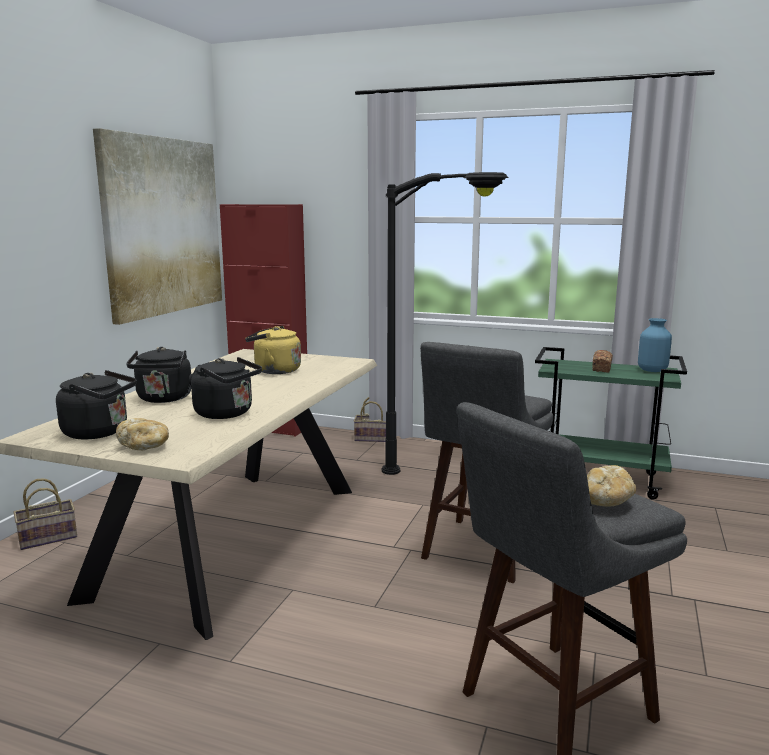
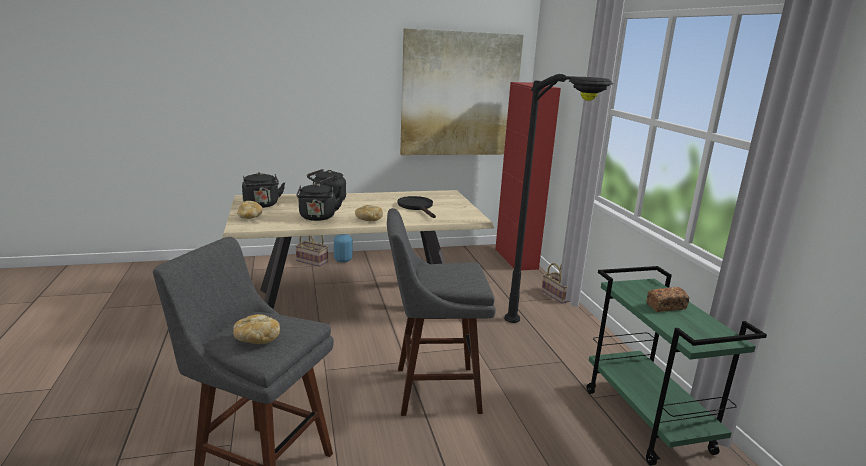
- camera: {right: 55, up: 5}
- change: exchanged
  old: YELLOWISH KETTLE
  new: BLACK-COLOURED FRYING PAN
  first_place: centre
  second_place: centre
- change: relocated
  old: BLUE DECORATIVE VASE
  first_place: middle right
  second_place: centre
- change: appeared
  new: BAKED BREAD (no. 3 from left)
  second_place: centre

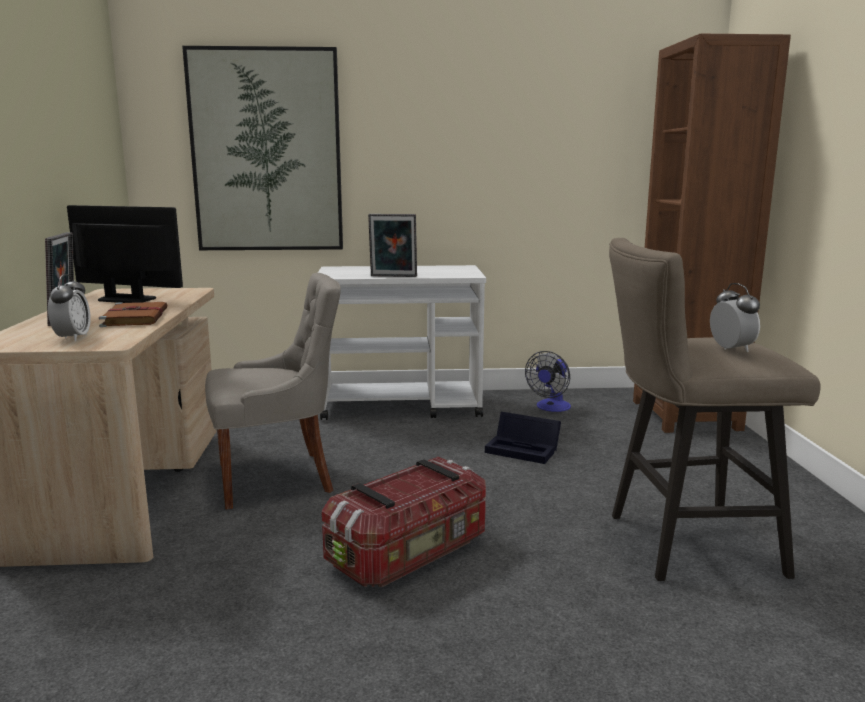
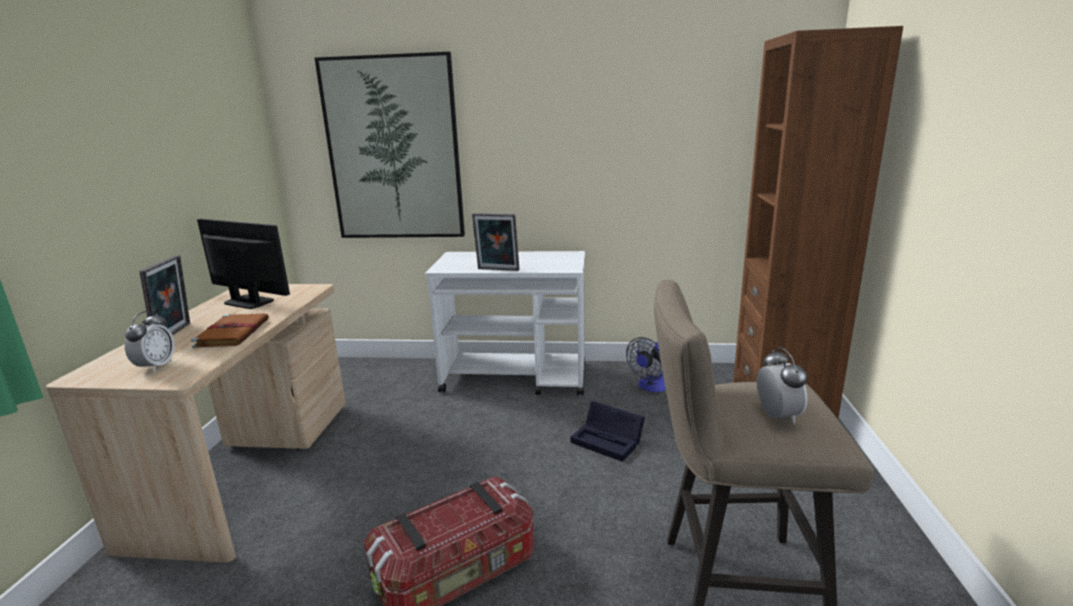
- camera: {right: 10, up: 5}
- change: missing
  old: GREY CHAIR
  first_place: middle left

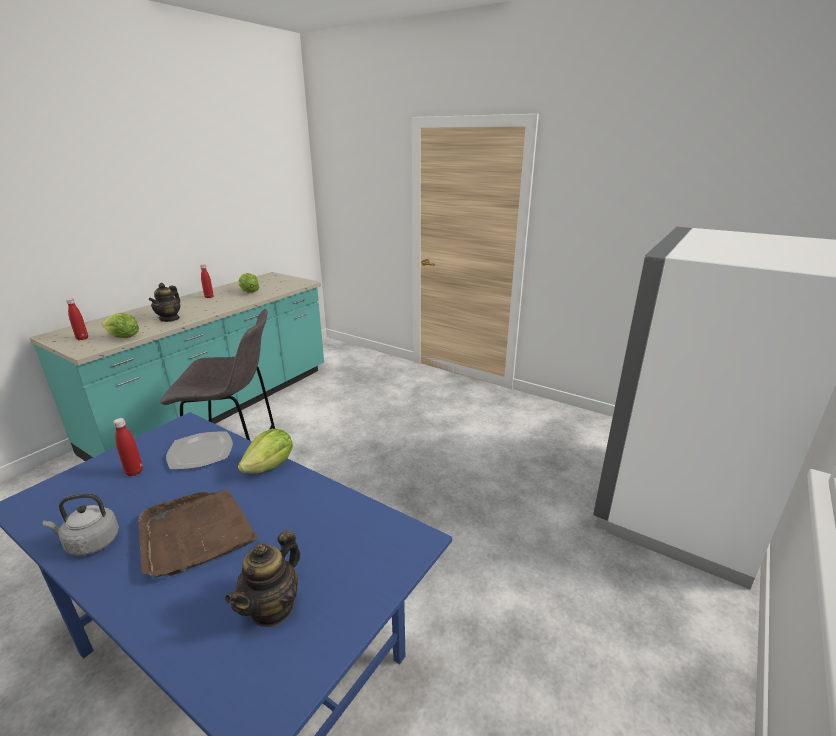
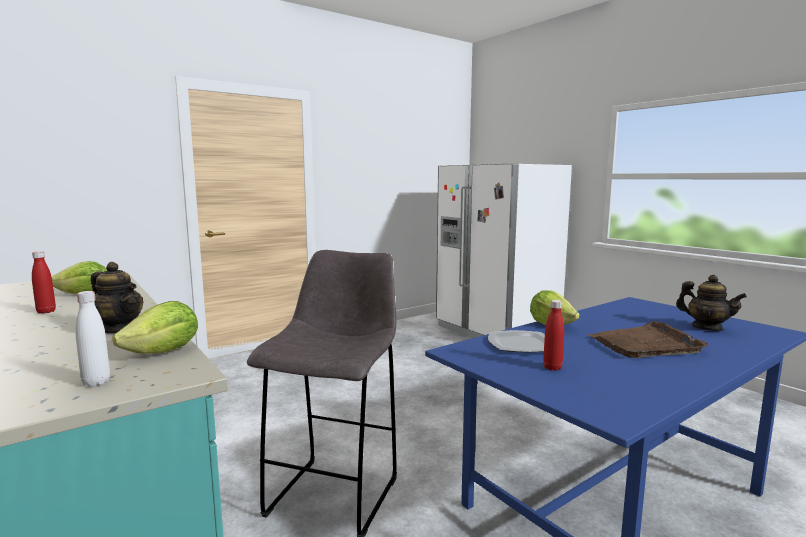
- camera: {right: -70, up: -15}
- change: missing
  old: GREY KETTLE
  first_place: bottom left
- change: colour
  old: REDDISH BEVERAGE BOTTLE (no. 1 from left)
  new: WHITE BEVERAGE BOTTLE
  first_place: middle left
  second_place: middle left

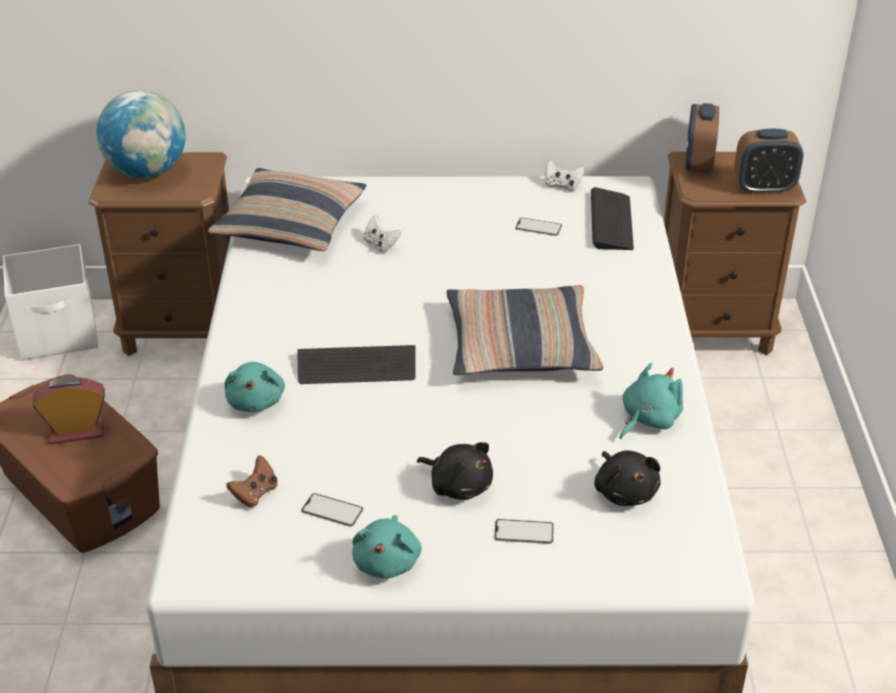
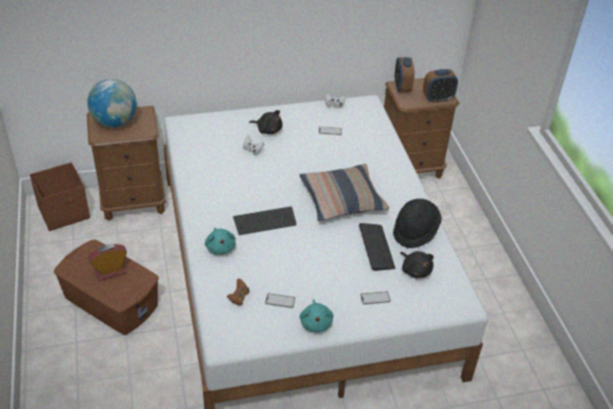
- camera: {right: -15, up: 5}
- change: colour
  old: WHITE STORAGE BOX
  new: BROWNISH STORAGE BOX (no. 1 from left)
  first_place: middle left
  second_place: middle left
- change: missing
  old: PILLOW (no. 1 from left)
  first_place: top left
- change: relocated
  old: BLACK-COLOURED SOFT TOY (no. 1 from left)
  first_place: bottom centre
  second_place: top centre
- change: relocated
  old: PC KEYBOARD (no. 2 from left)
  first_place: top right
  second_place: centre
- change: exchanged
  old: TURQUOISE SOFT TOY (no. 3 from left)
  new: BLACK-COLOURED CLOTHING HAT
  first_place: middle right
  second_place: middle right

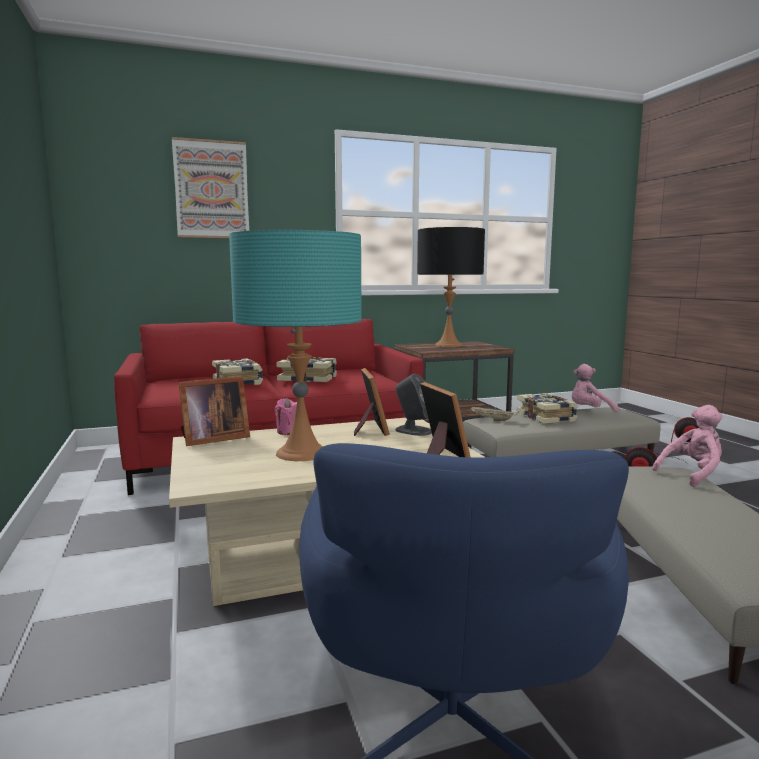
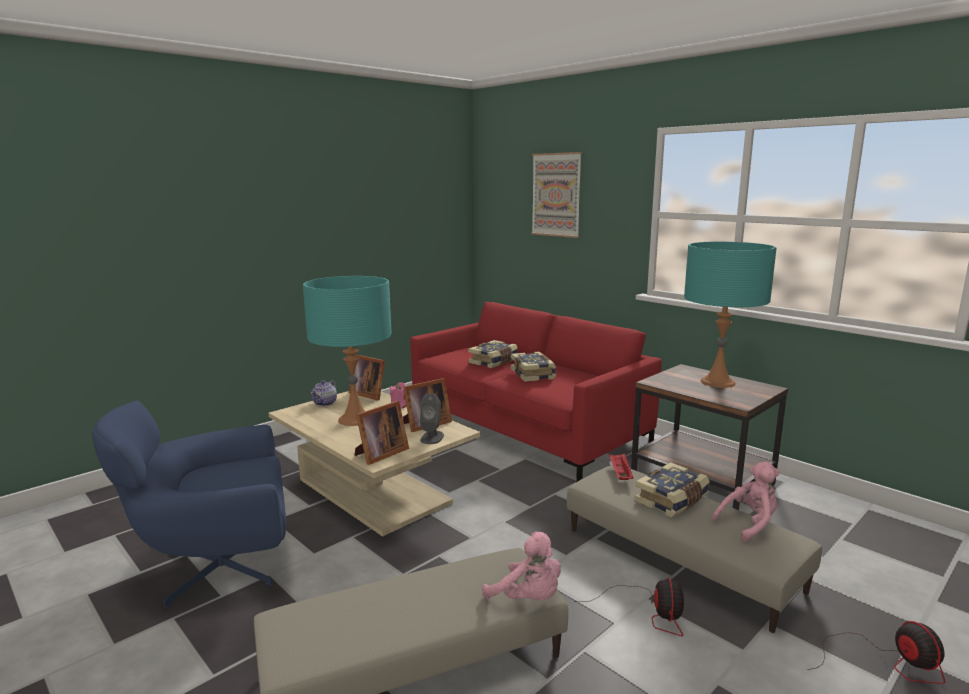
- camera: {right: 65, up: 5}
- change: colour
  old: BLACK-COLOURED TABLE LAMP
  new: TURQUOISE TABLE LAMP (no. 2 from left)
  first_place: centre
  second_place: middle right
- change: colour
  old: SAND-COLOURED CARRYING TRAY
  new: REDDISH CARRYING TRAY
  first_place: centre
  second_place: bottom centre
- change: spun
  old: PINK-COLOURED SOFT TOY (no. 1 from left in the first image)
  first_place: middle right
  second_place: bottom right
  degrees: 105
- change: appeared
  new: TEA POT
  second_place: centre

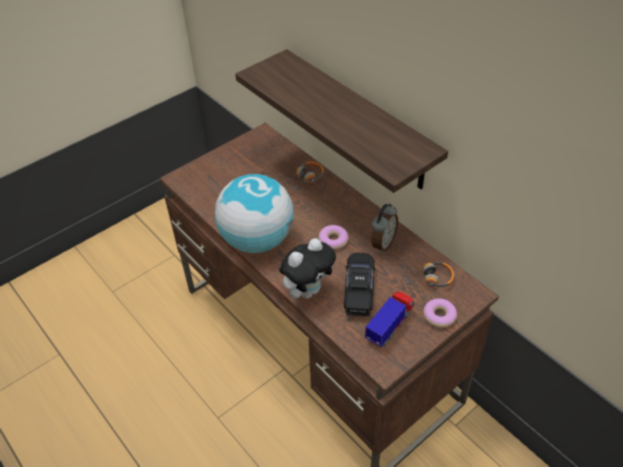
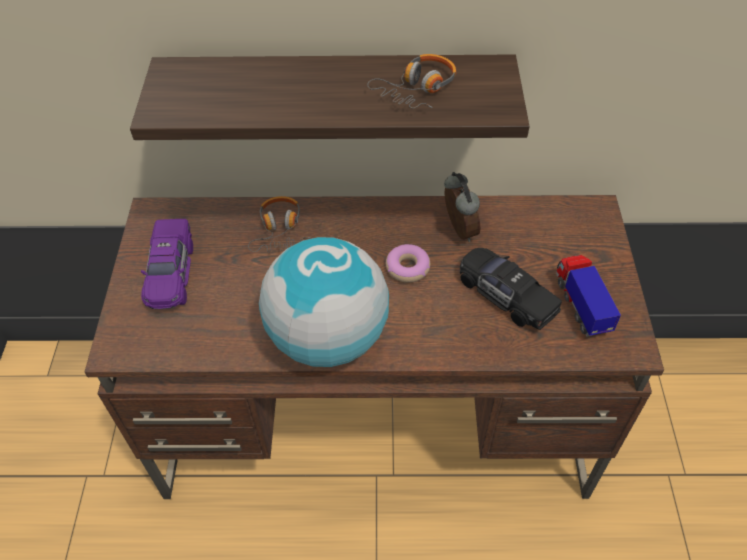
- camera: {right: -50, up: 5}
- change: missing
  old: SOFT TOY
  first_place: centre
- change: relocated
  old: HEADSET (no. 2 from left)
  first_place: middle right
  second_place: top centre
- change: missing
  old: DONUT (no. 2 from left)
  first_place: bottom right
- change: appeared
  new: PURPLISH TOY CAR
  second_place: middle left

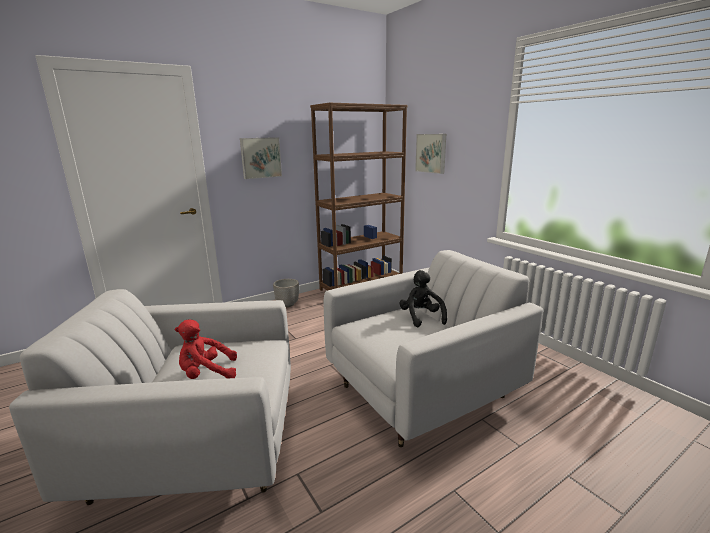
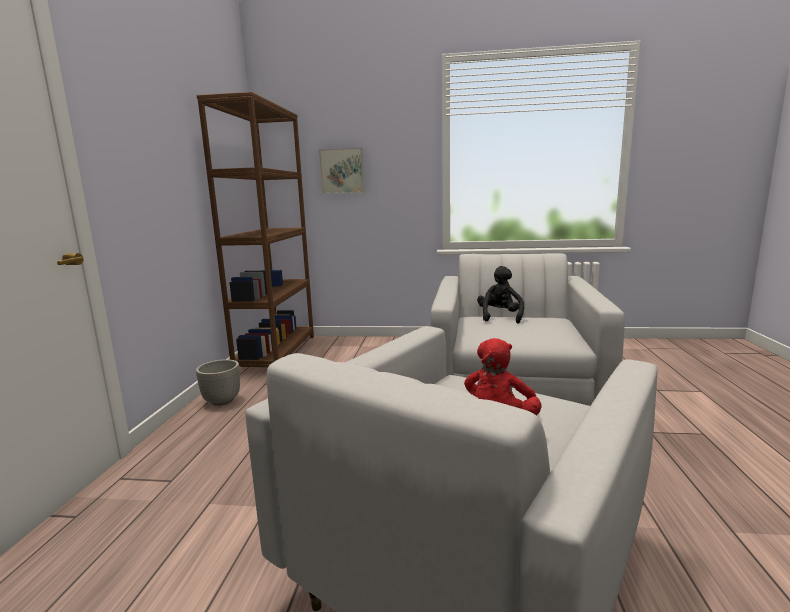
- camera: {right: -50, up: -5}
- change: missing
  old: PICTURE (no. 1 from left)
  first_place: top centre
- change: spun
  old: BLACK-COLOURED SOFT TOY
  first_place: centre
  second_place: centre
  degrees: 75

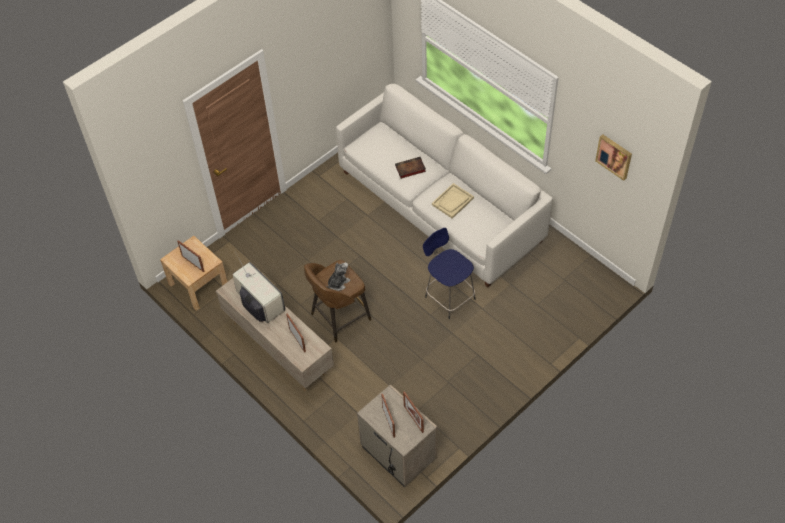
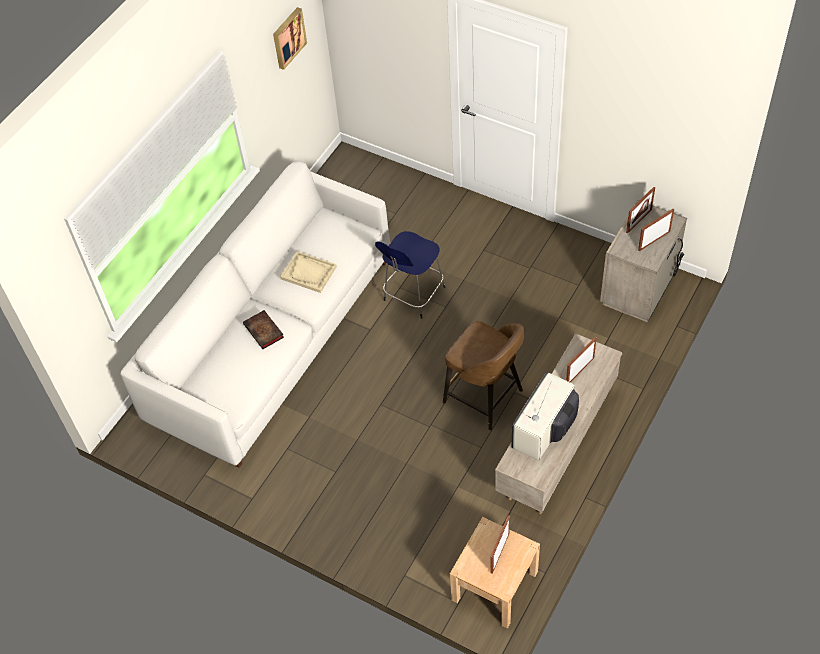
- camera: {right: -105, up: 0}
- change: missing
  old: SOFT TOY
  first_place: centre

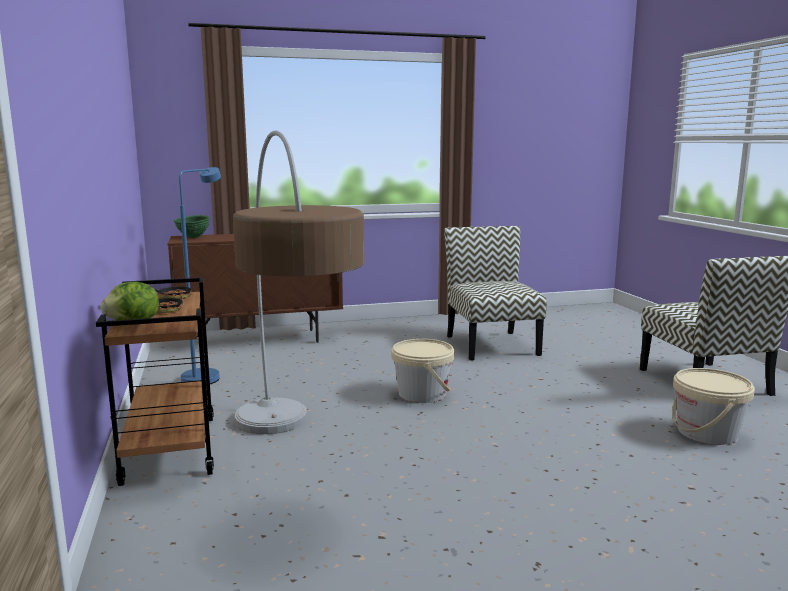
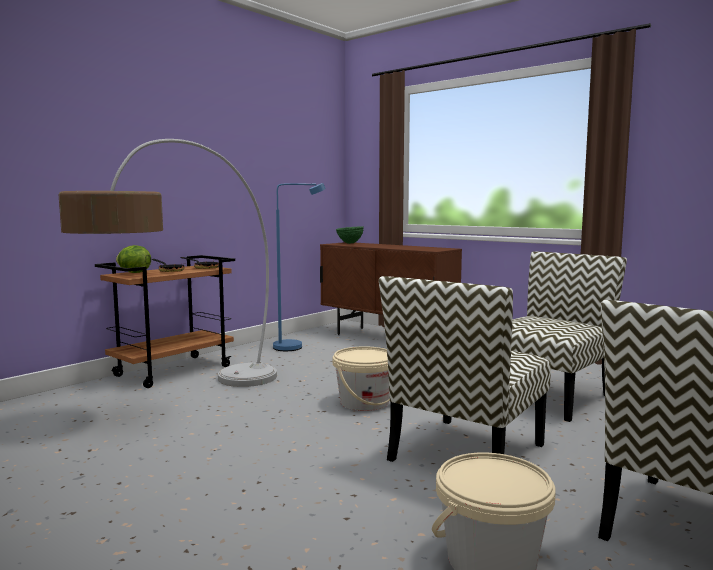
- camera: {right: 55, up: -5}
- change: appeared
  new: CHAIR (no. 1 from left)
  second_place: centre

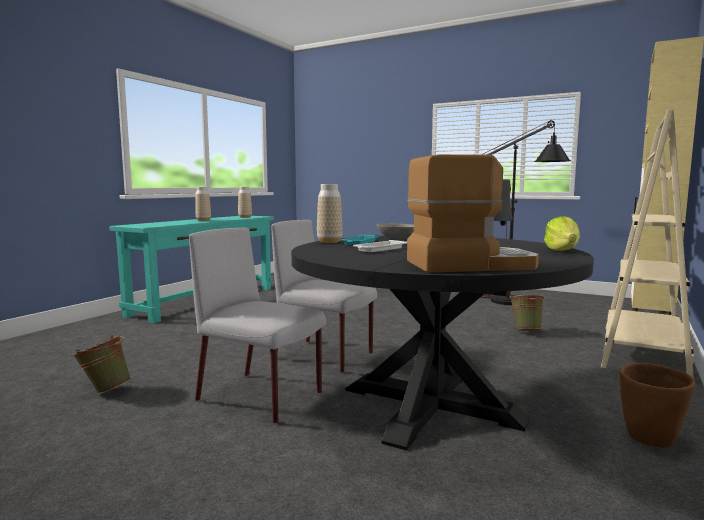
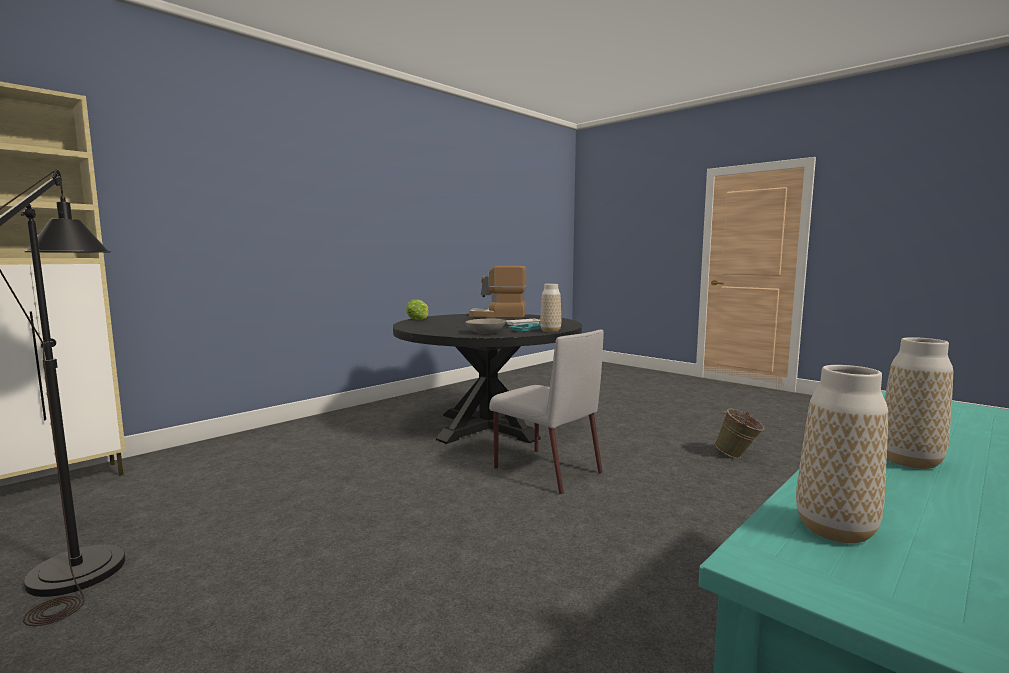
- camera: {right: -165, up: 0}
- change: missing
  old: GREY CHAIR (no. 1 from left)
  first_place: centre
- change: missing
  old: GREENISH PAIL (no. 2 from left)
  first_place: middle right
- change: missing
  old: SAND-COLOURED BOOKCASE
  first_place: middle right
- change: missing
  old: BROWNISH FLOWER POT
  first_place: bottom right

